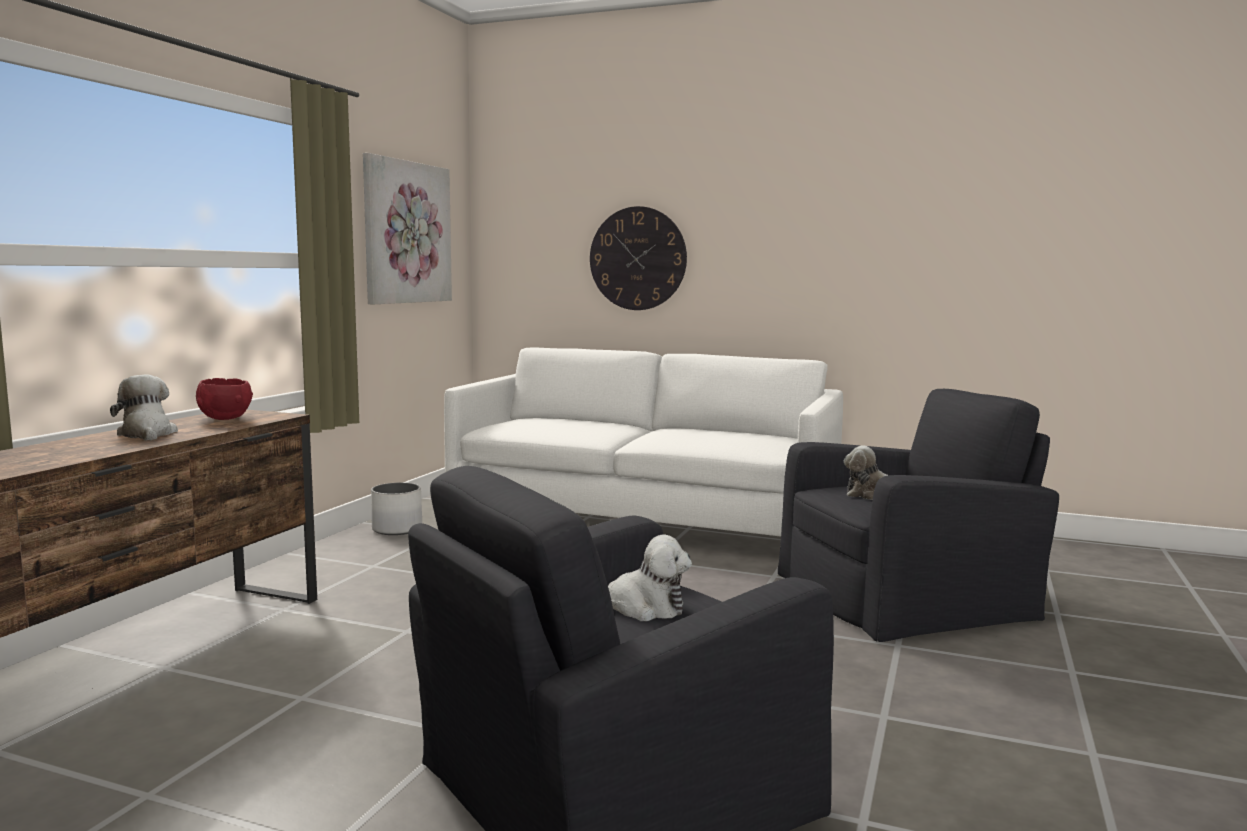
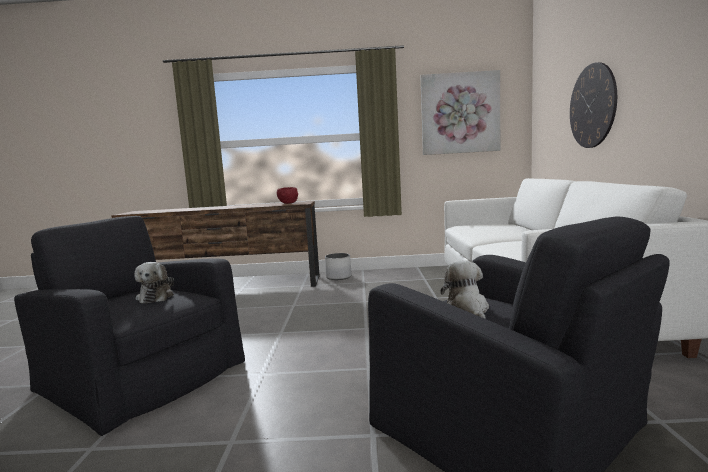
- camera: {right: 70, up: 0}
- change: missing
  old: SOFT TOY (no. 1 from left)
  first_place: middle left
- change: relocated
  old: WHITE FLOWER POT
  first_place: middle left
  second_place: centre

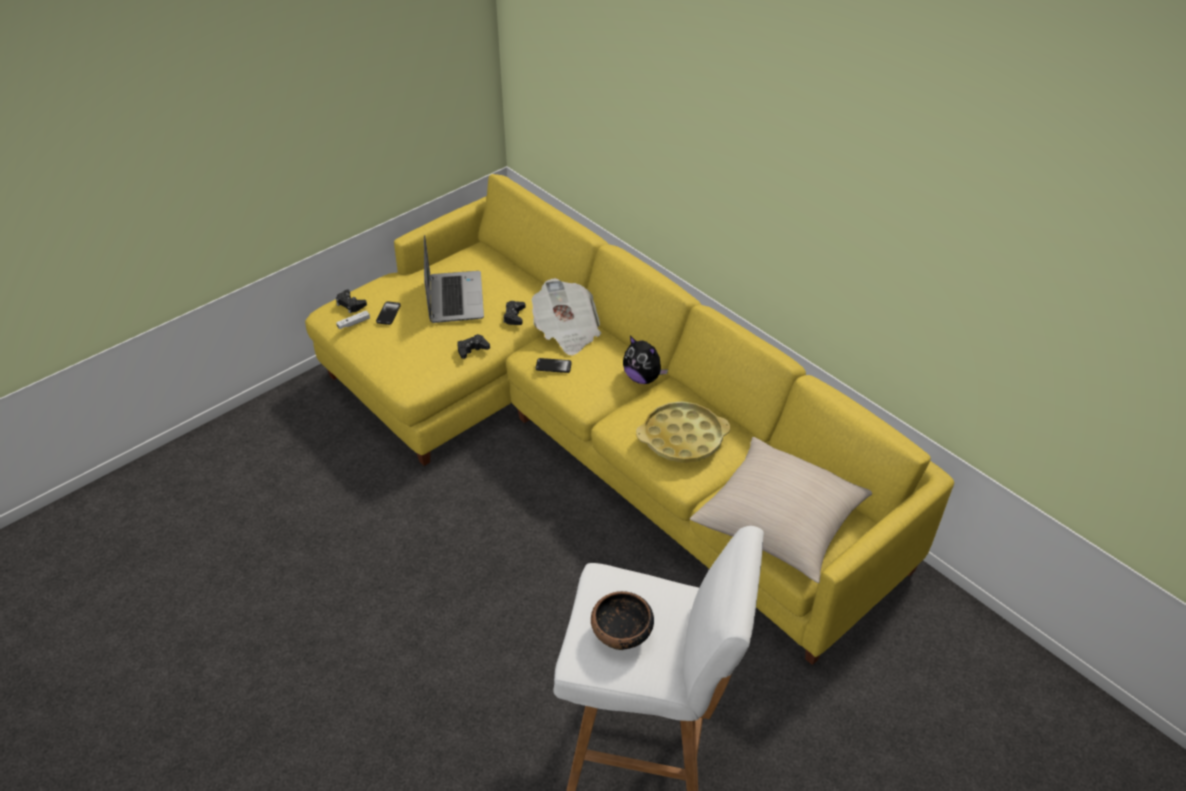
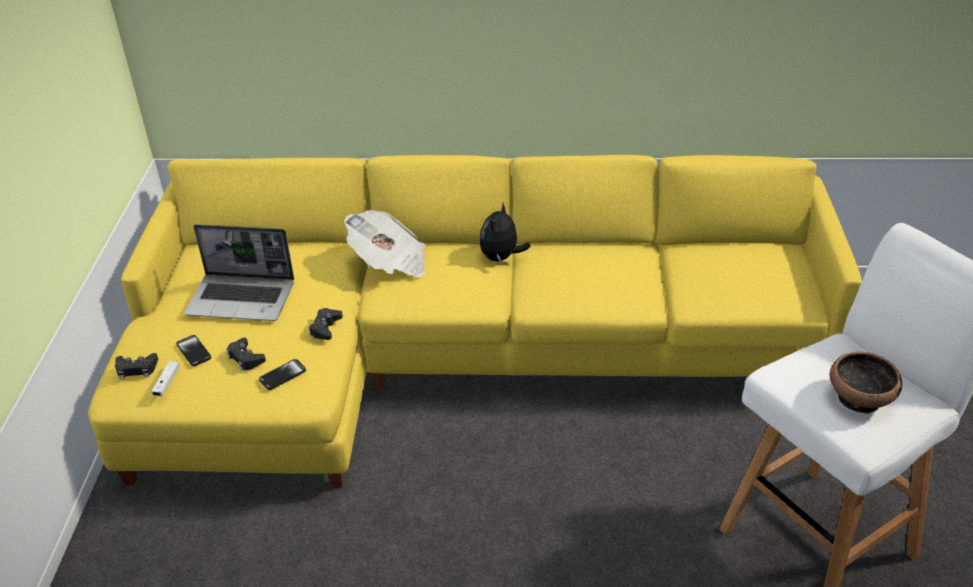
- camera: {right: -45, up: -5}
- change: spun
  old: PORTABLE COMPUTER
  first_place: centre
  second_place: middle left
  degrees: 150
- change: relocated
  old: BLACK-COLOURED GAME CONTROLLER (no. 3 from left in the first image)
  new: BLACK-COLOURED GAME CONTROLLER (no. 2 from left)
  first_place: centre
  second_place: middle left
- change: relocated
  old: TELEPHONE (no. 2 from left)
  first_place: centre
  second_place: middle left
- change: spun
  old: SOFT TOY
  first_place: centre
  second_place: centre
  degrees: 120
- change: missing
  old: YELLOWISH CARRYING TRAY
  first_place: centre
- change: missing
  old: SAND-COLOURED PILLOW
  first_place: centre

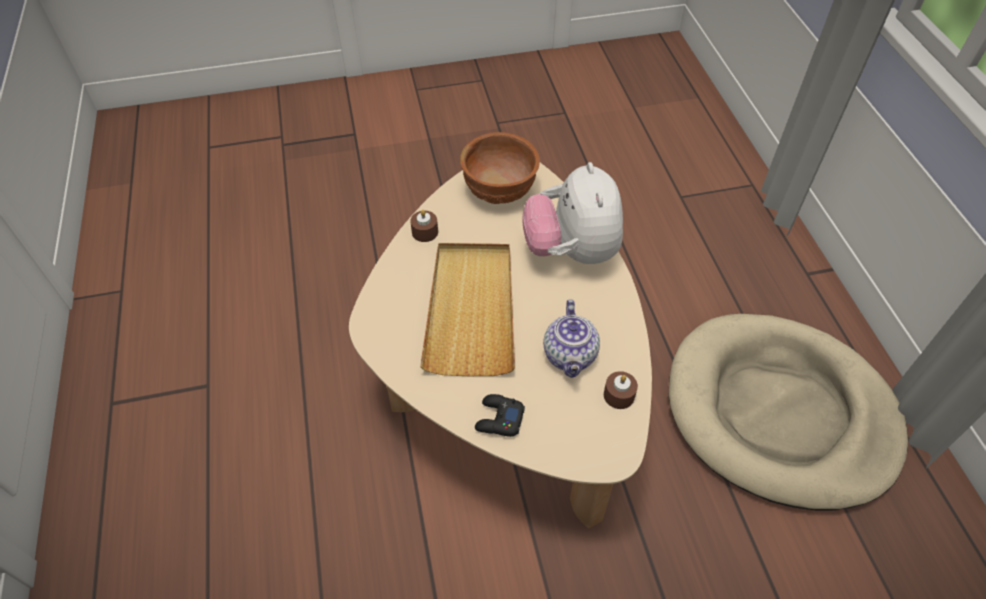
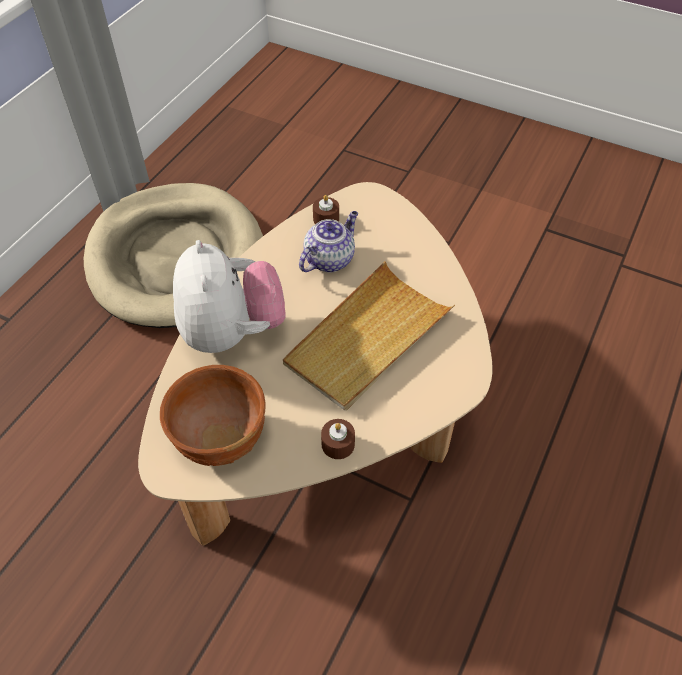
- camera: {right: -140, up: 0}
- change: missing
  old: BLACK-COLOURED GAME CONTROLLER
  first_place: bottom centre
- change: spun
  old: SOFT TOY
  first_place: centre
  second_place: centre
  degrees: -45

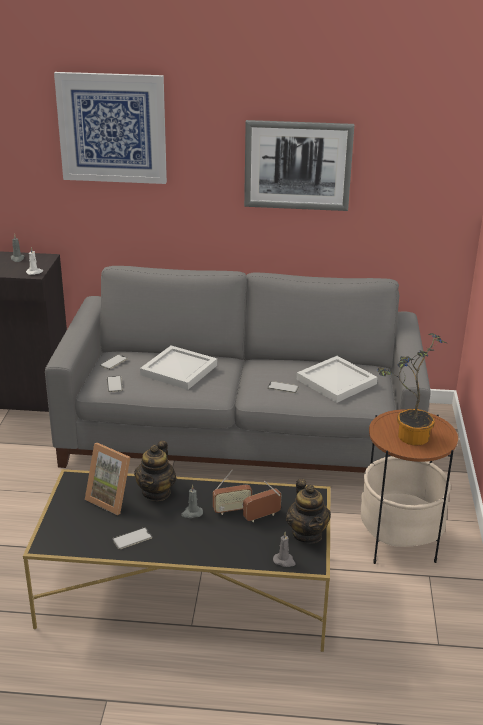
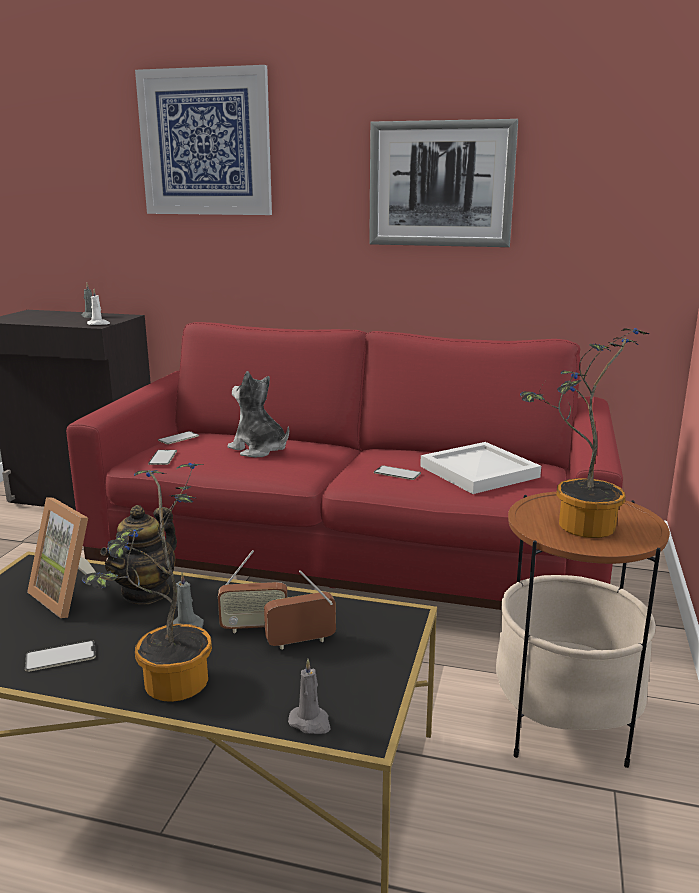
- camera: {right: 10, up: -10}
- change: colour
  old: GREY SETTEE
  new: REDDISH SETTEE
  first_place: centre
  second_place: centre
- change: exchanged
  old: WHITE CARRYING TRAY (no. 1 from left)
  new: SOFT TOY
  first_place: centre
  second_place: centre
- change: missing
  old: TEA POT (no. 2 from left)
  first_place: bottom centre
- change: appeared
  new: PLANT IN A POT (no. 1 from left)
  second_place: middle left

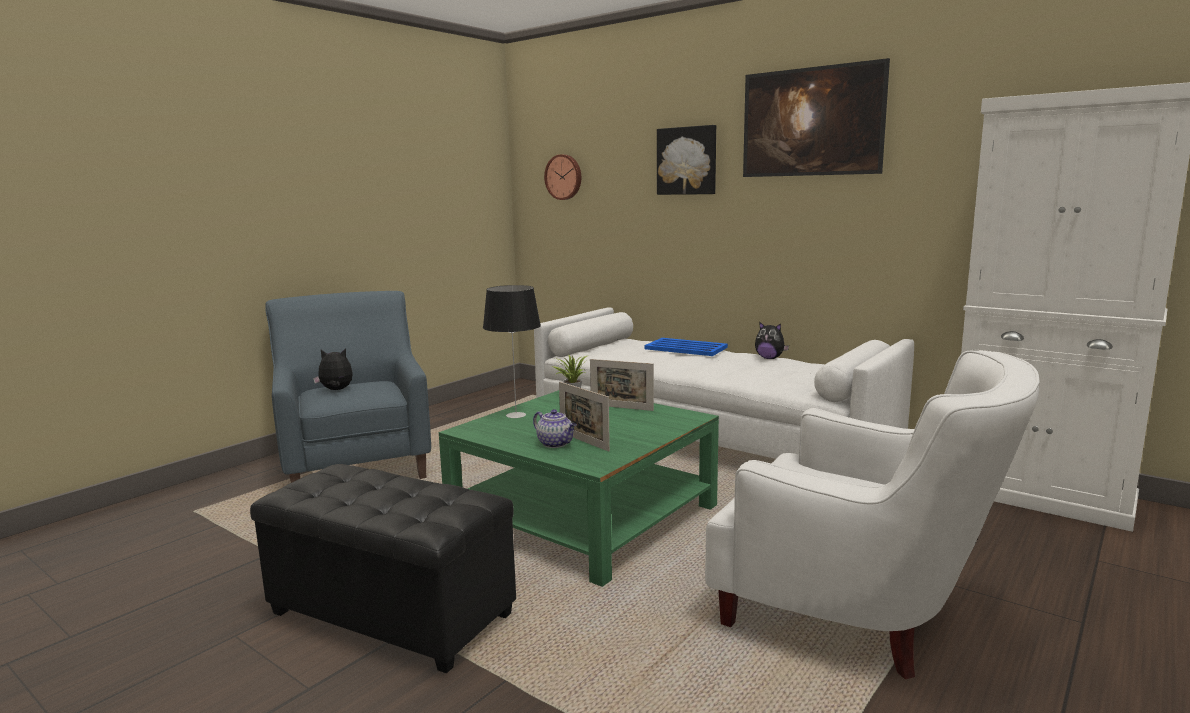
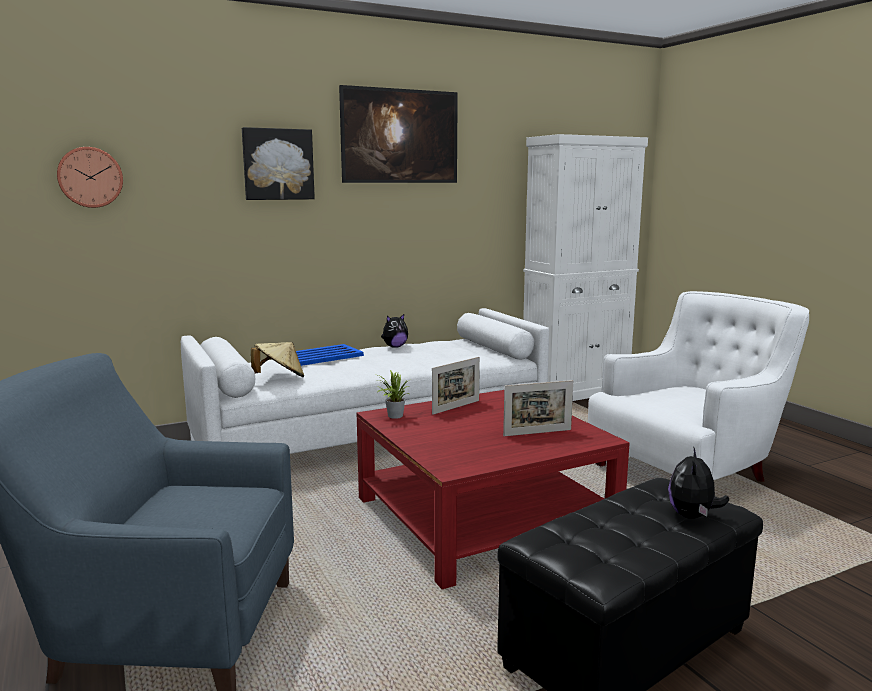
- camera: {right: -65, up: 0}
- change: relocated
  old: SOFT TOY (no. 1 from left in the first image)
  new: SOFT TOY (no. 2 from left)
  first_place: middle left
  second_place: bottom right
- change: colour
  old: GREENISH LOW TABLE
  new: REDDISH LOW TABLE
  first_place: bottom centre
  second_place: bottom centre
- change: missing
  old: TABLE LAMP
  first_place: centre
- change: missing
  old: TEA POT
  first_place: centre
- change: appeared
  new: SAND-COLOURED CLOTHING HAT
  second_place: middle left

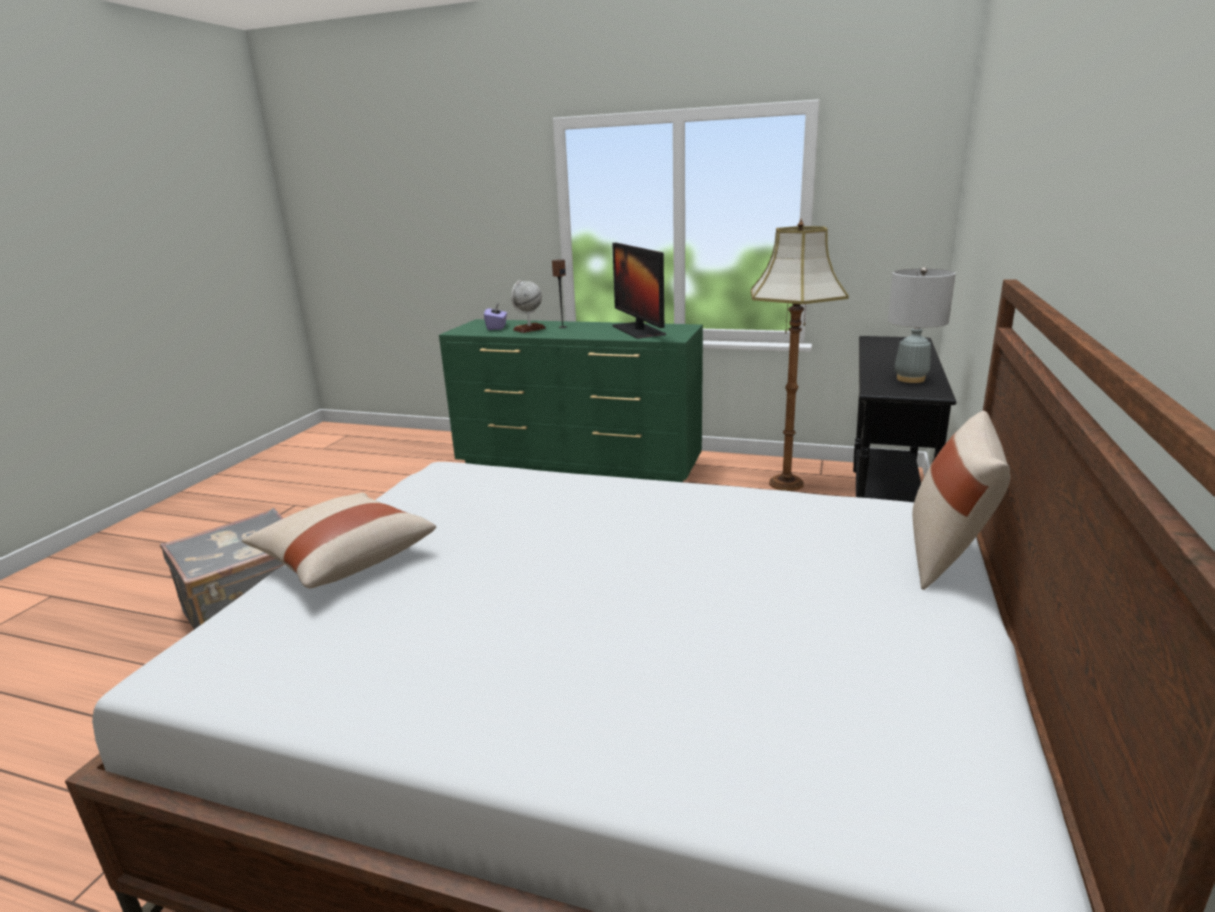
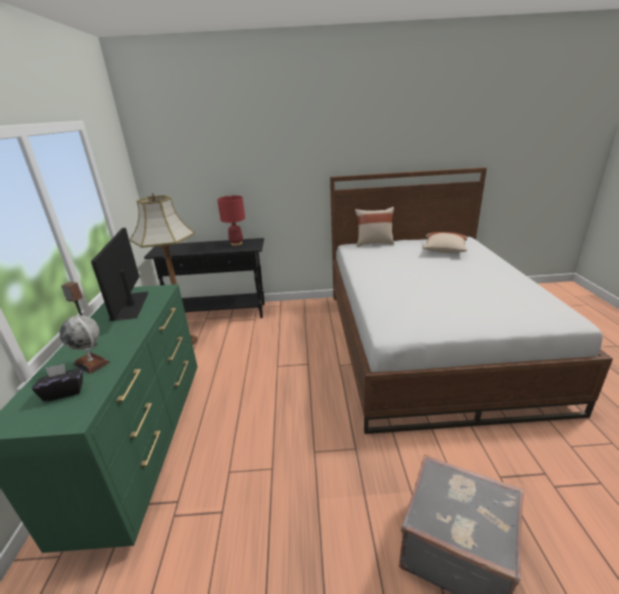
- camera: {right: -110, up: 5}
- change: relocated
  old: SAND-COLOURED PILLOW (no. 1 from left in the first image)
  new: SAND-COLOURED PILLOW (no. 2 from left)
  first_place: middle left
  second_place: middle right
- change: colour
  old: PURPLISH TISSUE HOLDER
  new: BLACK-COLOURED TISSUE HOLDER
  first_place: centre
  second_place: middle left
- change: spun
  old: MONITOR
  first_place: top centre
  second_place: middle left
  degrees: 120
- change: colour
  old: GREY TABLE LAMP
  new: REDDISH TABLE LAMP
  first_place: middle right
  second_place: centre

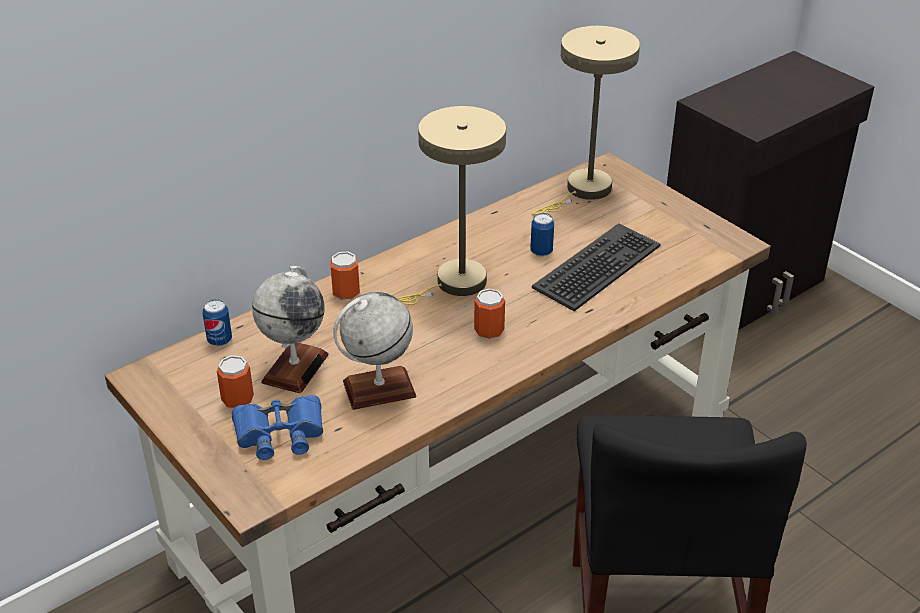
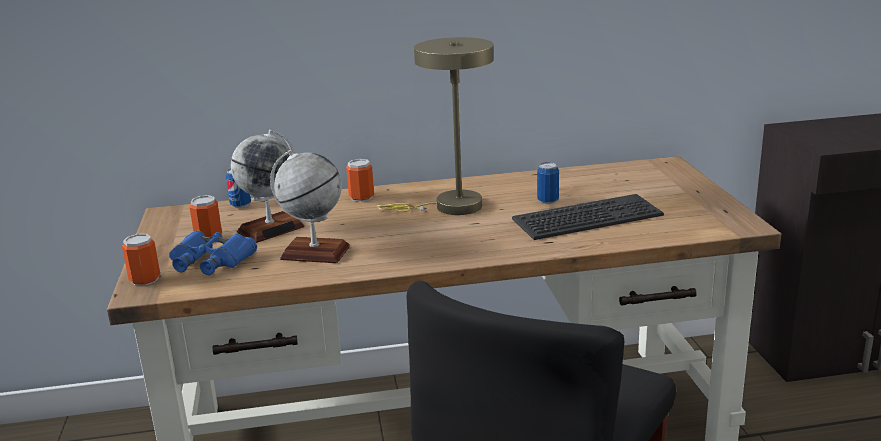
- camera: {right: 30, up: -15}
- change: relocated
  old: CAN (no. 4 from left in the first image)
  new: CAN (no. 1 from left)
  first_place: centre
  second_place: middle left
- change: missing
  old: SAND-COLOURED TABLE LAMP (no. 2 from left)
  first_place: top centre

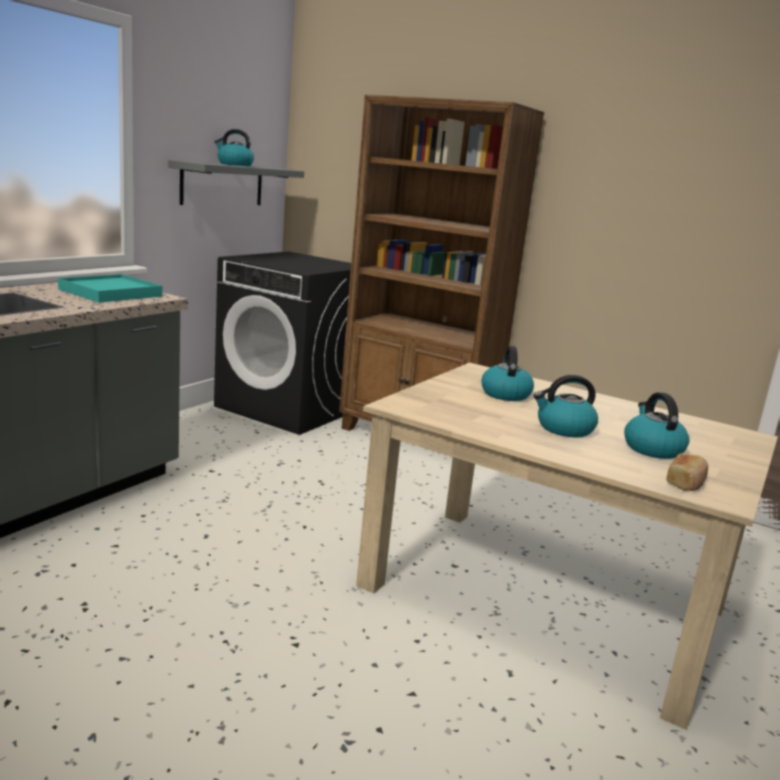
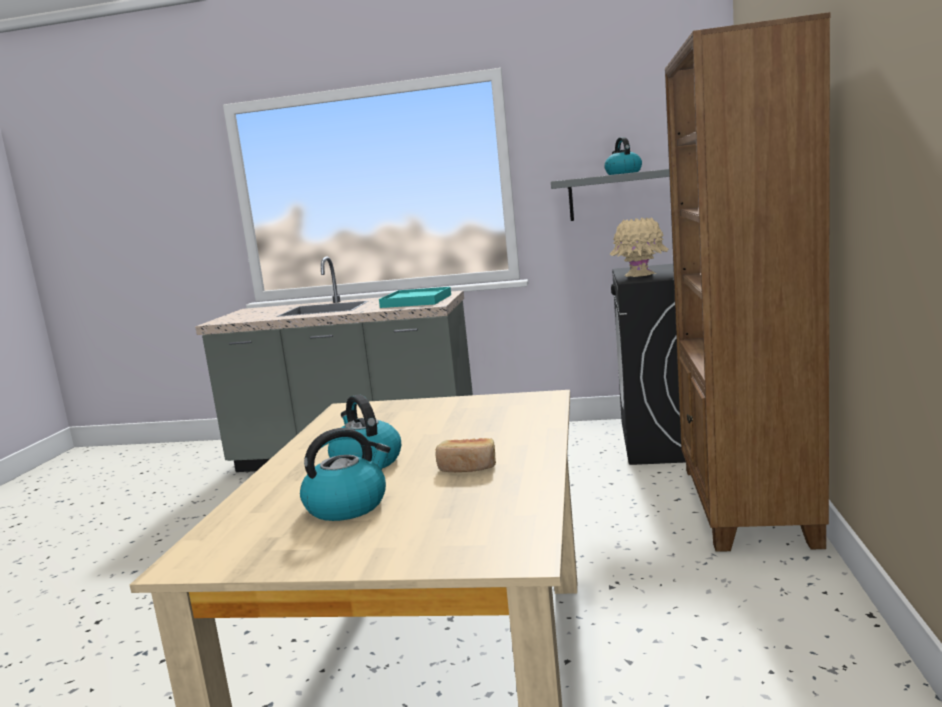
- camera: {right: 70, up: -5}
- change: missing
  old: KETTLE (no. 2 from left)
  first_place: centre
- change: relocated
  old: BAKED BREAD
  first_place: middle right
  second_place: centre
- change: appeared
  new: SAND-COLOURED DECORATIVE VASE
  second_place: middle right

